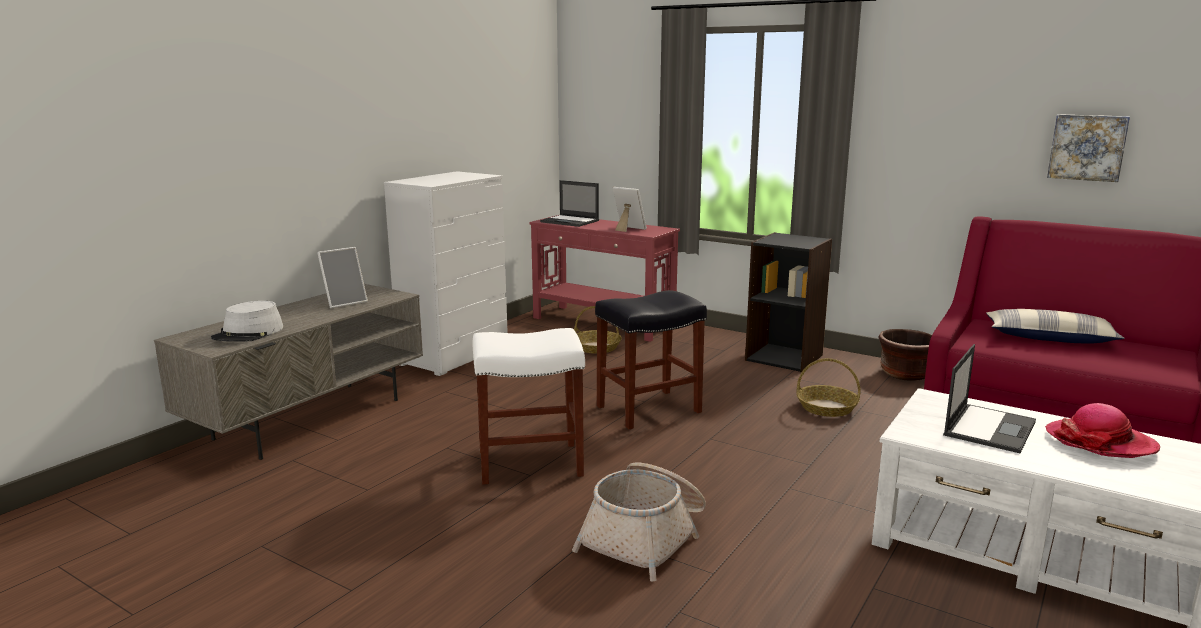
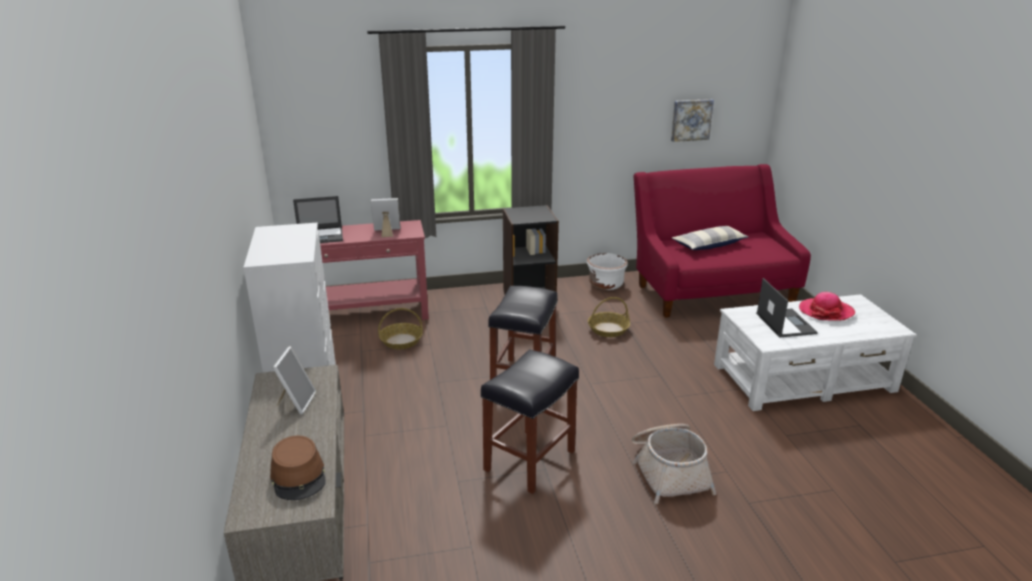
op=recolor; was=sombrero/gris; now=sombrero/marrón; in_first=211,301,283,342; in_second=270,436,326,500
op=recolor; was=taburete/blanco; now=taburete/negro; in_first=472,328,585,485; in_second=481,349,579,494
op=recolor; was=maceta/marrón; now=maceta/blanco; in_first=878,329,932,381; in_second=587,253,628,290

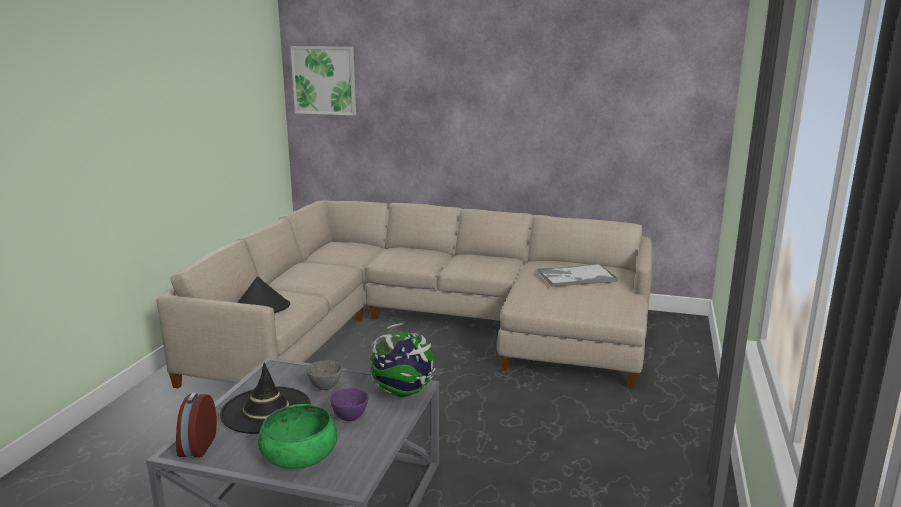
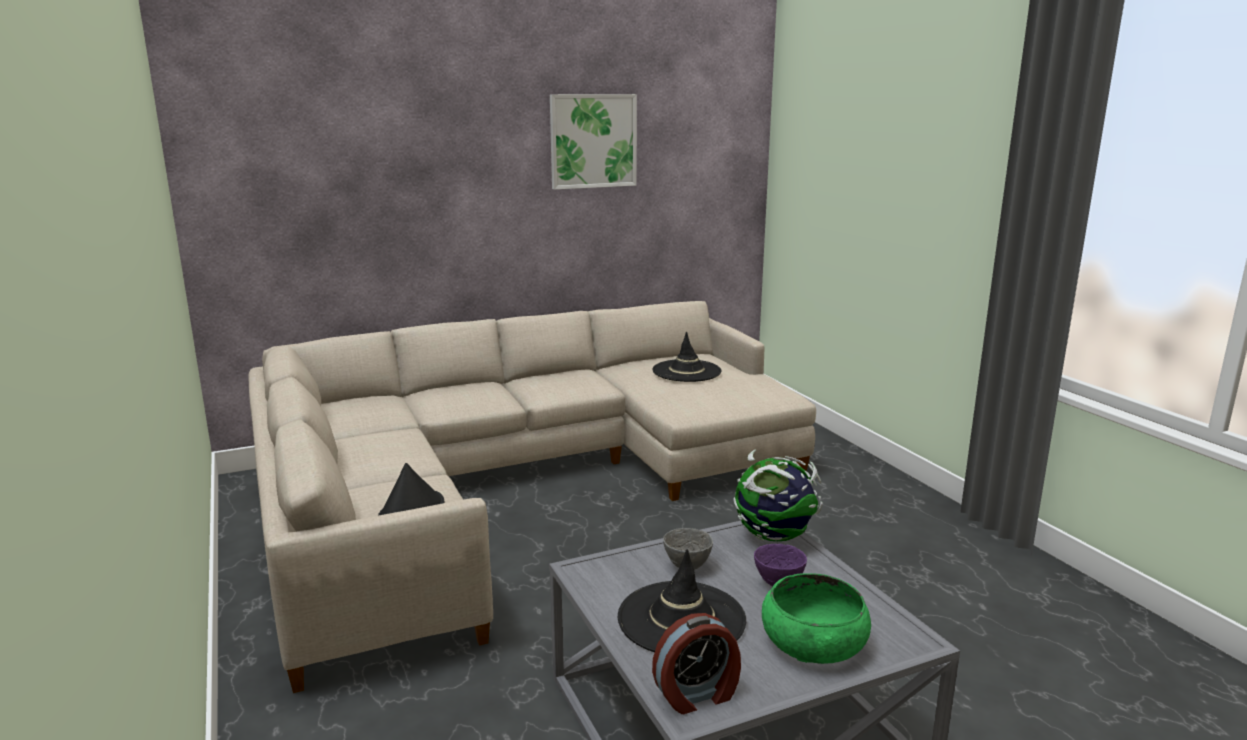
op=rotate; was=despertador; in_first=176,393,217,457; in_second=652,613,741,714; clockwise=-75
op=move; was=cuadro; in_first=290,46,356,116; in_second=550,94,637,190
op=replace; was=bandeja; now=sombrero/negro; in_first=537,264,618,287; in_second=652,331,722,382

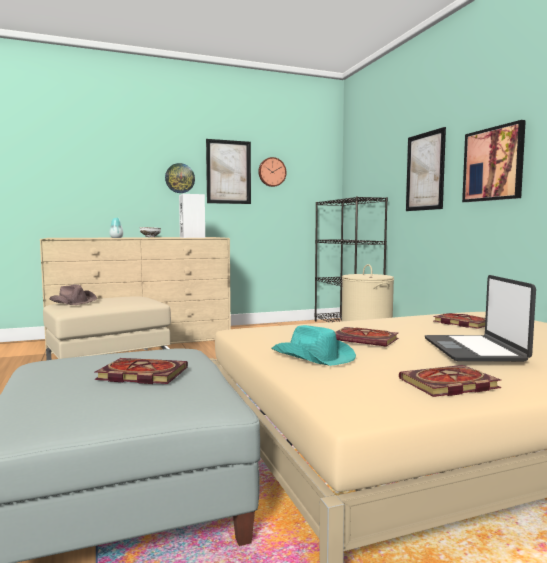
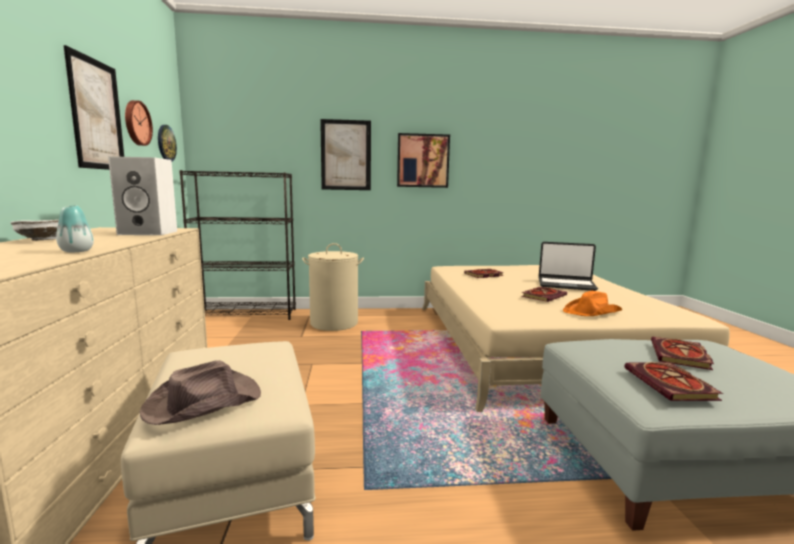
op=move; was=reloj de pared; in_first=165,163,195,193; in_second=158,125,177,162
op=recolor; was=sombrero/turquesa; now=sombrero/naranja; in_first=271,325,356,366; in_second=563,291,623,316
op=move; was=libro; in_first=399,365,501,397; in_second=624,362,723,401

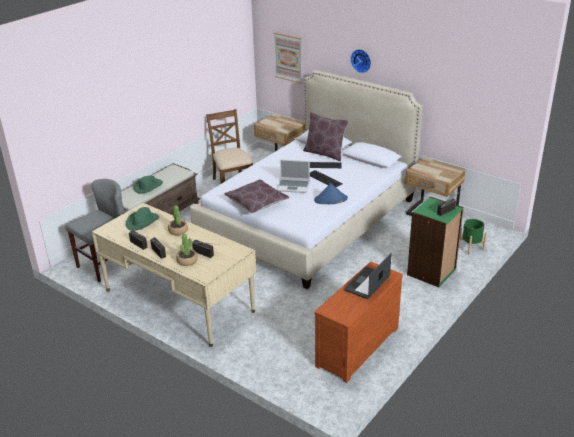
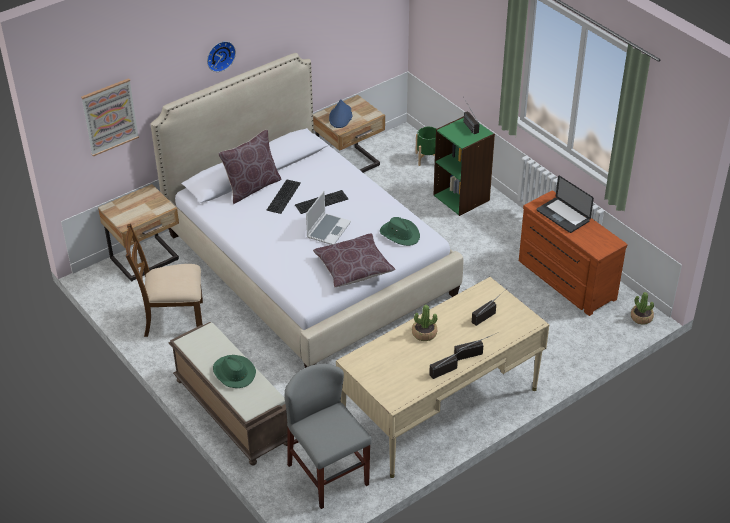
op=move; was=sombrero/verde; in_first=126,207,159,231; in_second=380,217,420,246
op=move; was=planta en maceta; in_first=176,234,198,266; in_second=631,292,654,325
op=move; was=sombrero/azul; in_first=314,183,348,204; in_second=329,99,352,128

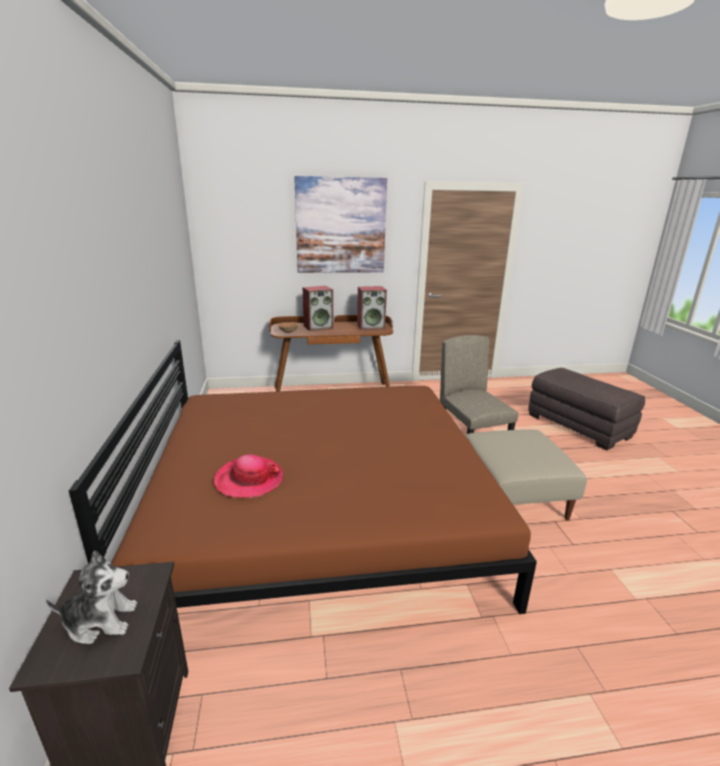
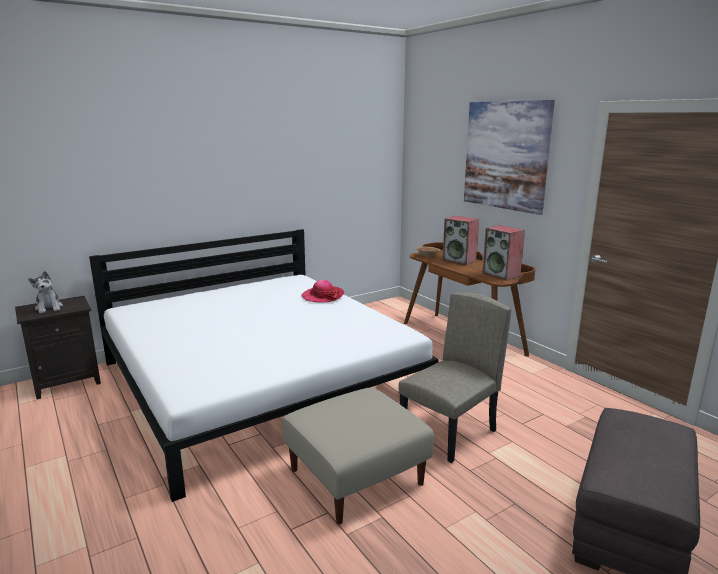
op=recolor; was=cama/marrón; now=cama/blanco; in_first=69,340,537,614; in_second=89,229,439,502
op=move; was=sombrero; in_first=214,454,283,498; in_second=301,280,344,302

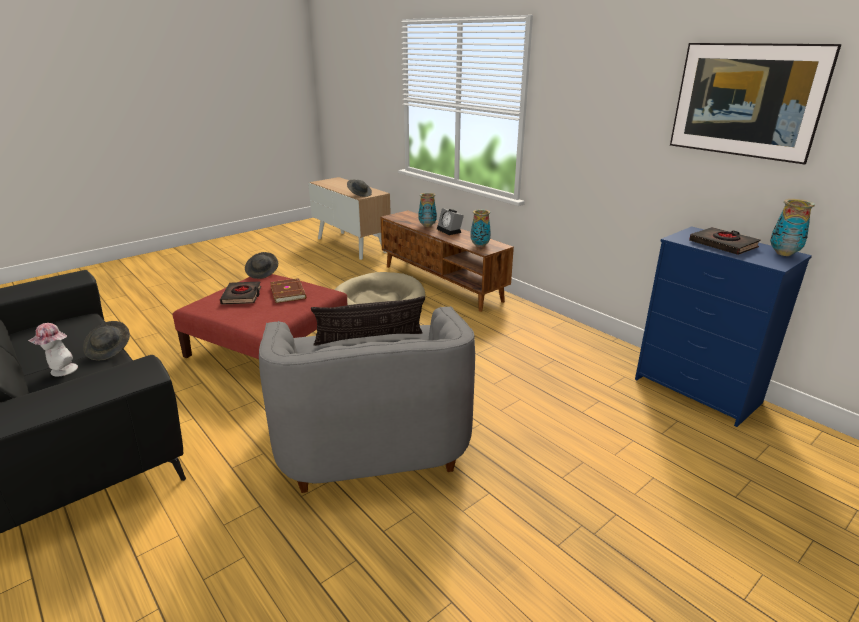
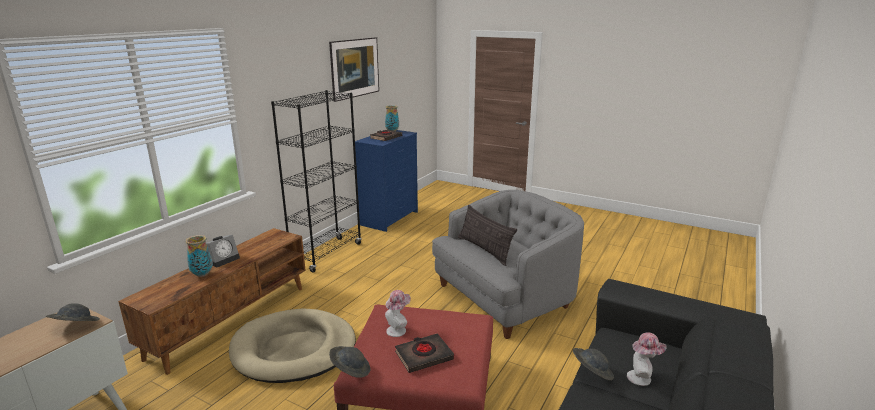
op=replace; was=libro/marrón; now=sombrero; in_first=270,278,306,303; in_second=385,290,411,337
op=delete; was=florero; in_first=470,209,491,247
op=insert; now=estantería/negro; in_second=271,90,362,273

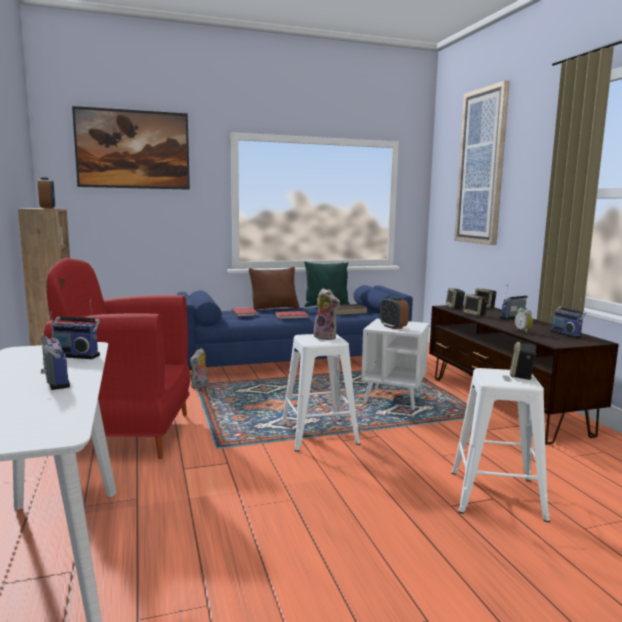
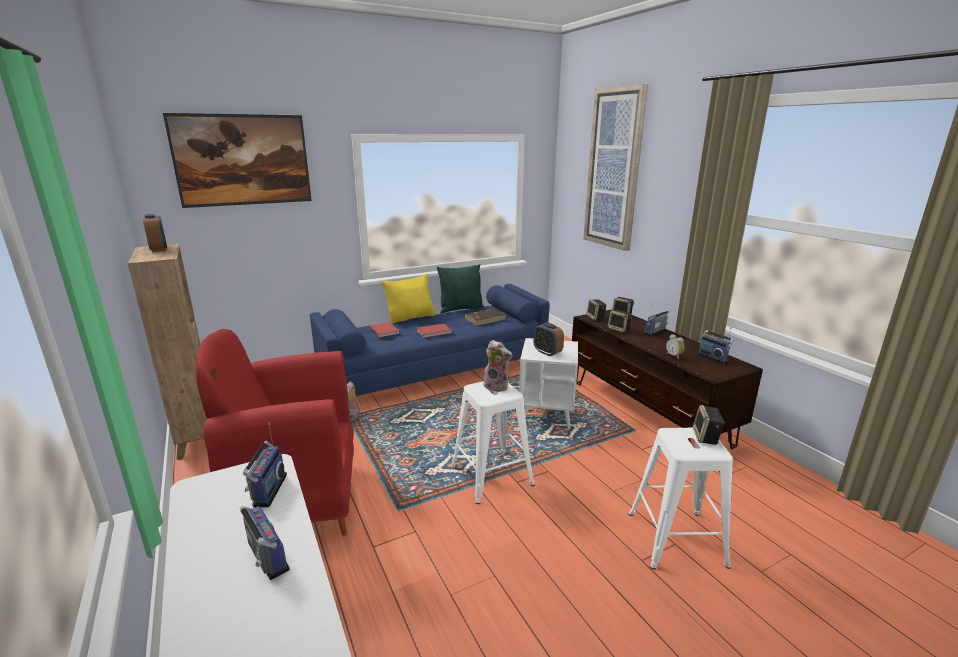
op=rotate; was=radio; in_first=52,300,100,359; in_second=243,423,287,507; clockwise=-90
op=recolor; was=cojín/marrón; now=cojín/amarillo; in_first=249,267,299,310; in_second=382,274,436,324

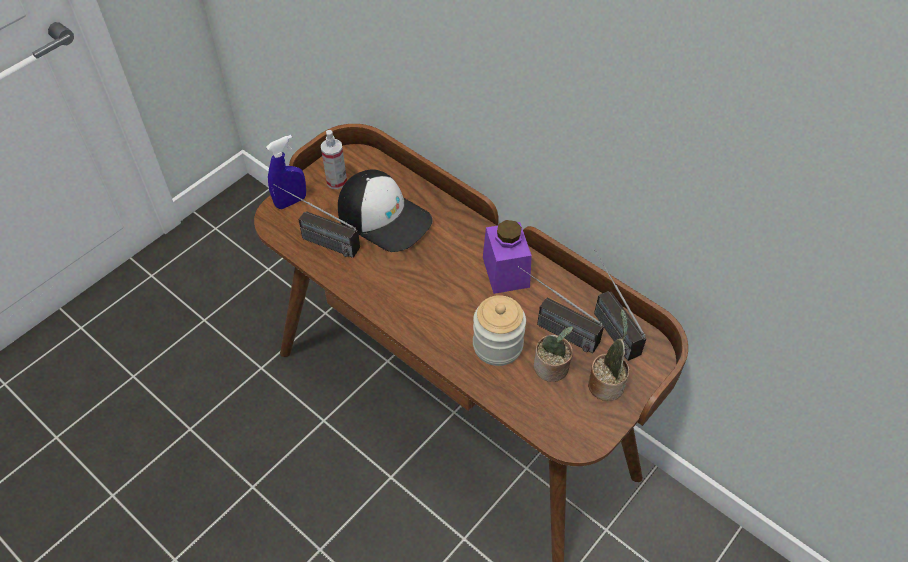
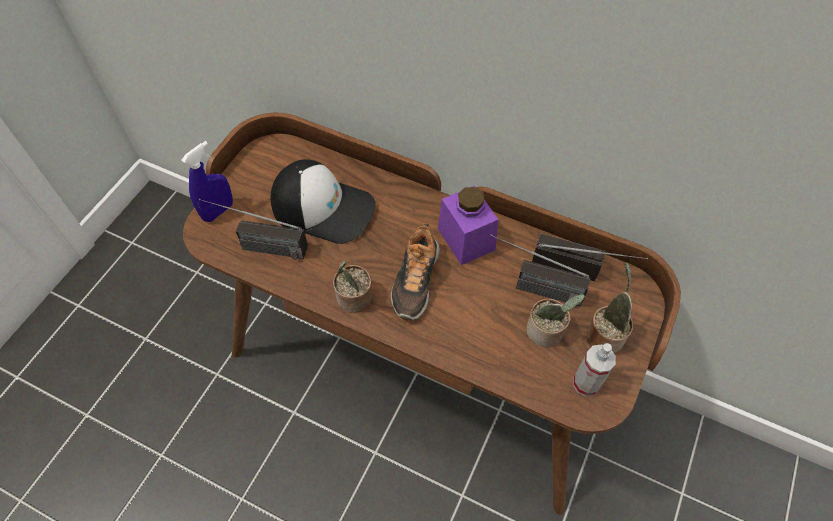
op=move; was=pulverizador; in_first=321,130,347,189; in_second=573,343,616,397
op=delete; was=tarro; in_first=473,295,526,366
op=rotate; was=radio; in_first=594,250,646,361; in_second=532,233,648,281; clockwise=150
op=insert; now=planta en maceta; in_second=333,261,373,313
op=insert; now=zapato; in_second=391,224,440,320

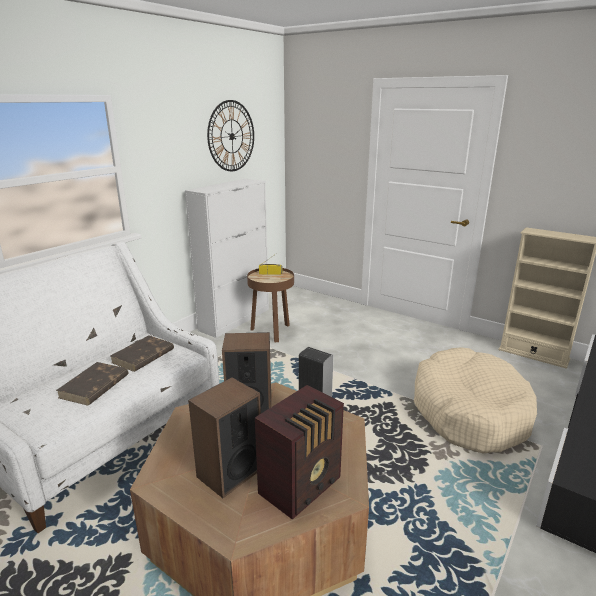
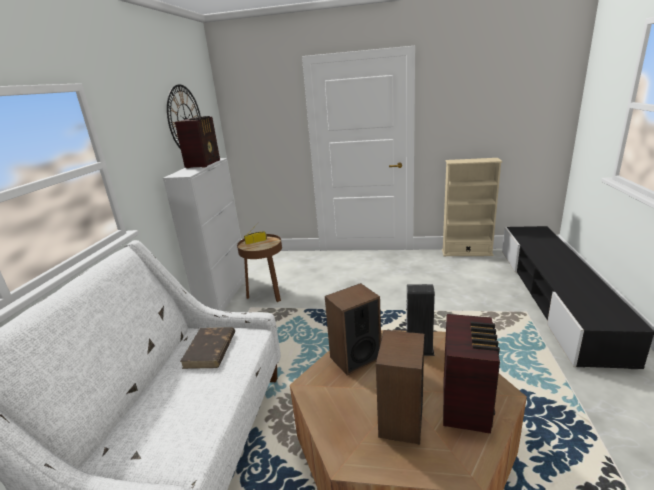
op=delete; was=libro/marrón; in_first=56,362,129,405
op=delete; was=cama para perro/beis; in_first=414,347,537,454
op=insert; now=radio; in_second=175,116,220,168

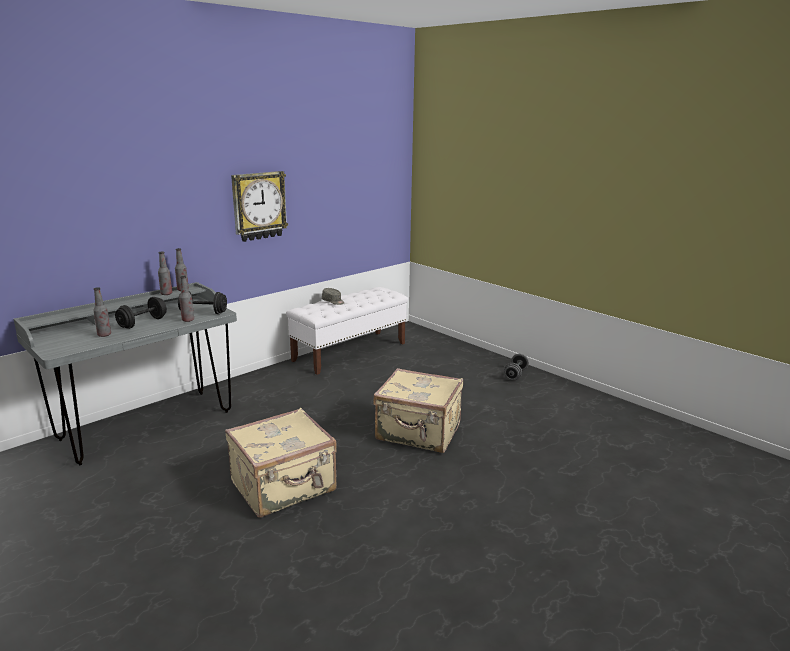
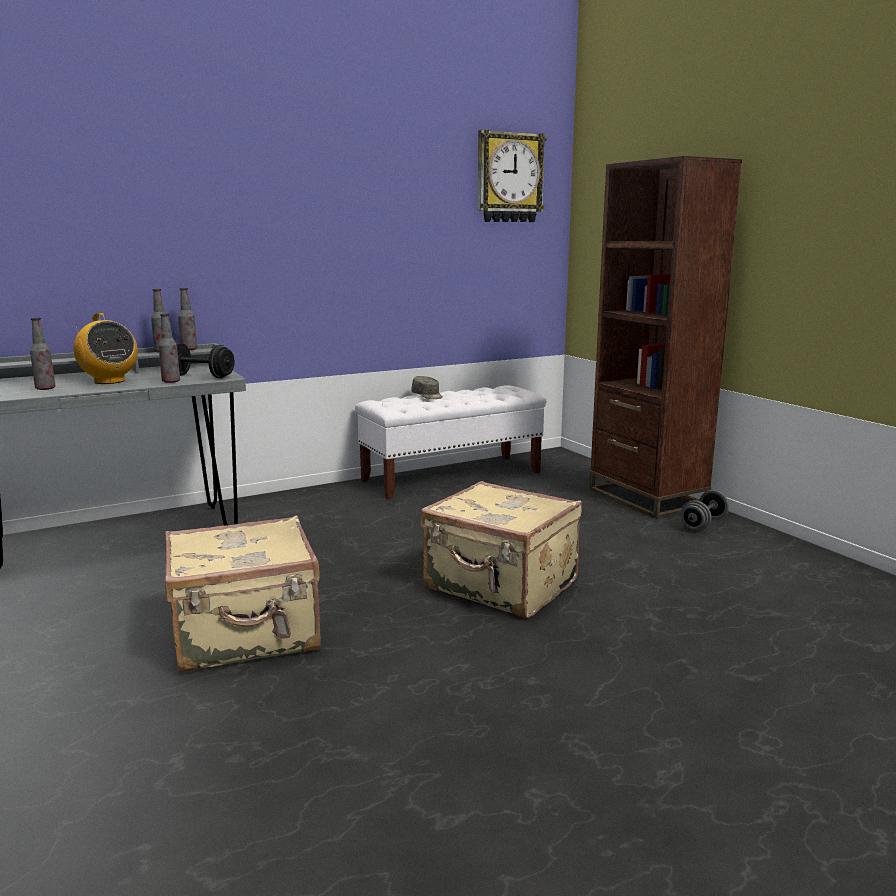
op=replace; was=mancuerna/negro; now=radio; in_first=115,297,167,329; in_second=73,313,138,384
op=move; was=reloj de pared; in_first=231,171,288,242; in_second=478,130,547,222
op=insert; now=estantería/marrón; in_second=589,156,742,519

